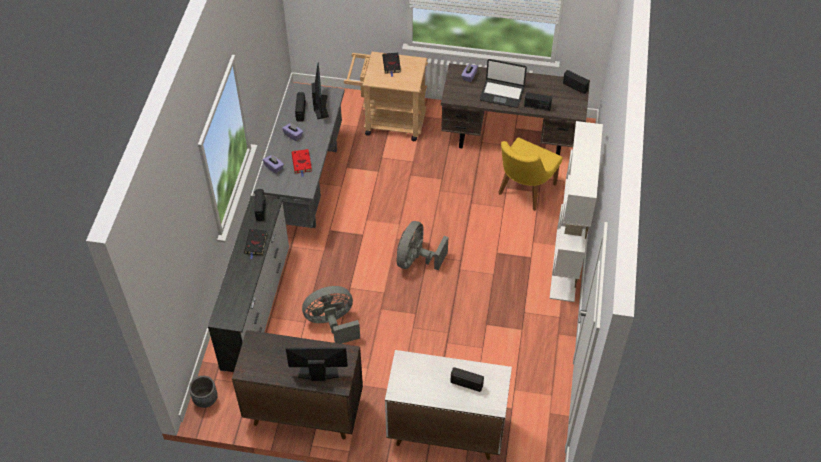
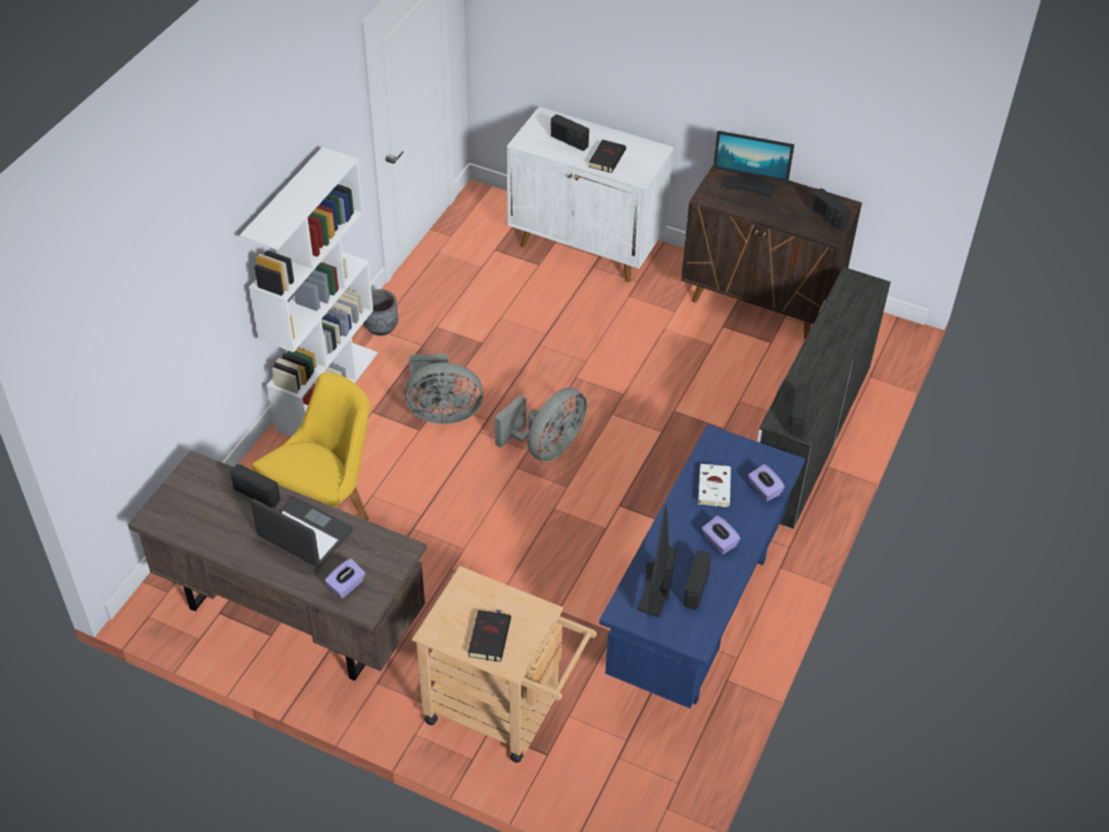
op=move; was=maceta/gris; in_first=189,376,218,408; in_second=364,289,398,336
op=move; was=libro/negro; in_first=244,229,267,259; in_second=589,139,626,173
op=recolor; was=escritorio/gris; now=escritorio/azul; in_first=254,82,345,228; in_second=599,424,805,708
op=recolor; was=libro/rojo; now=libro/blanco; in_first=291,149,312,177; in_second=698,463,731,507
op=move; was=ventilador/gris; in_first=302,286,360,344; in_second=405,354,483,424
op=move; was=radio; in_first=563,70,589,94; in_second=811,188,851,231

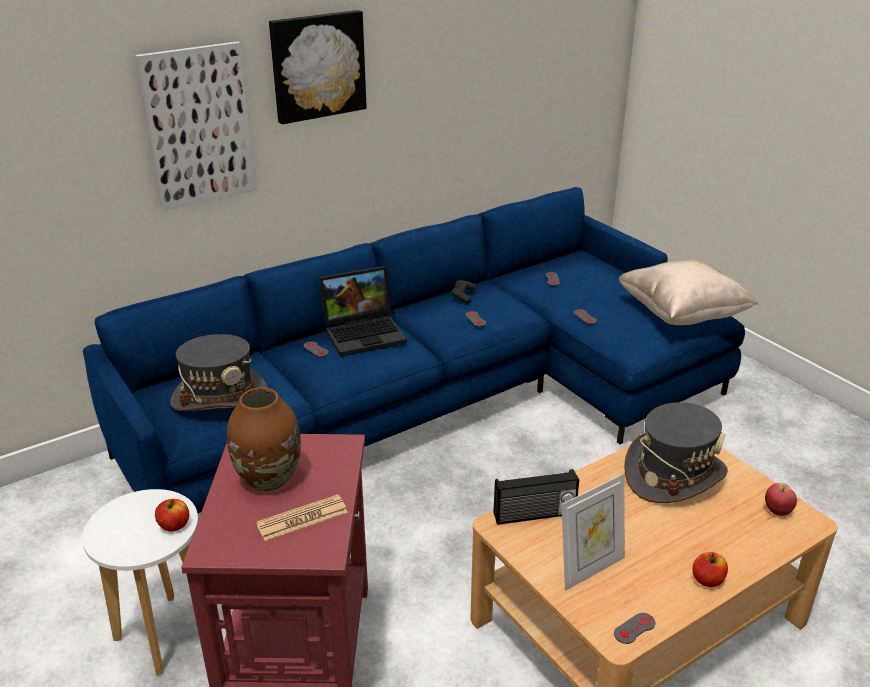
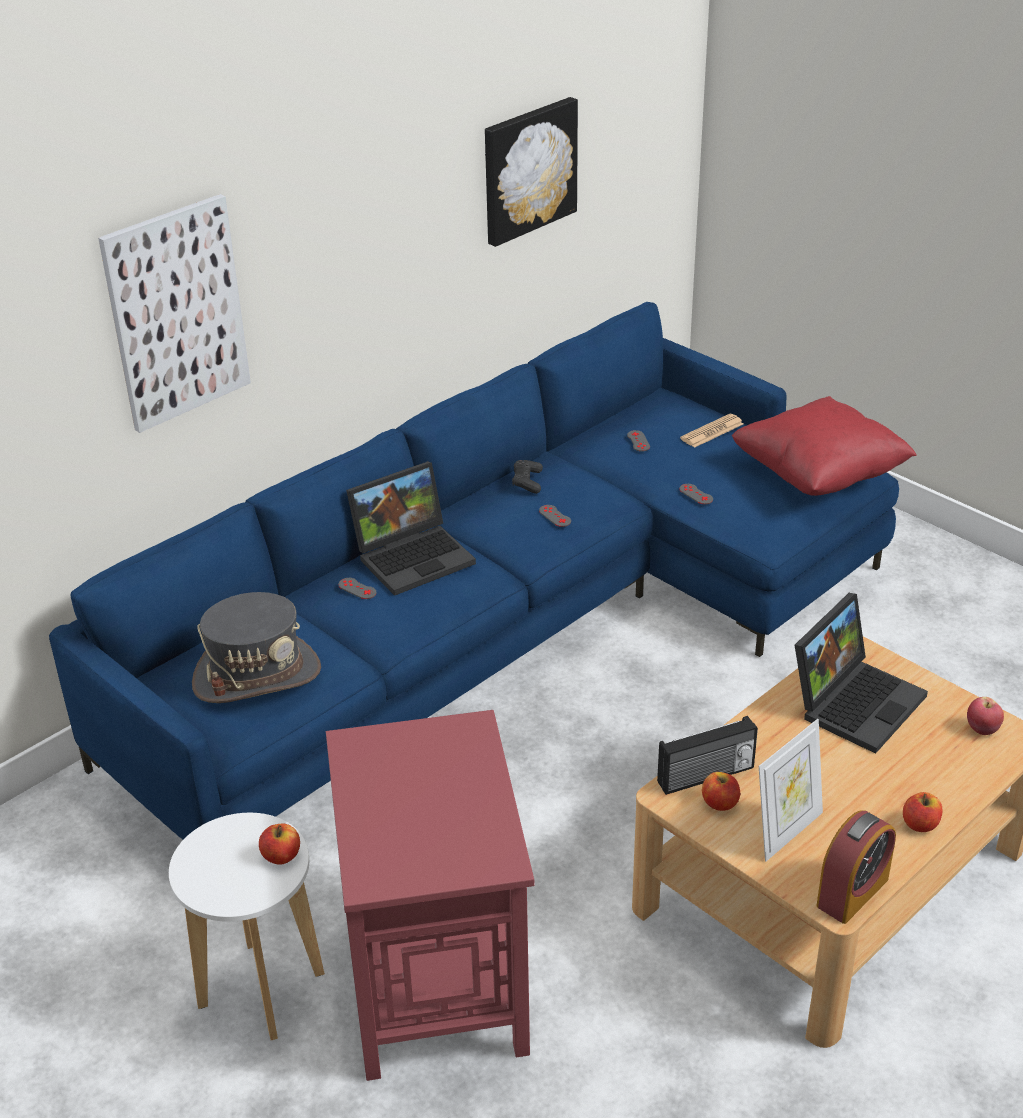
op=delete; was=florero/marrón; in_first=227,387,301,491
op=move; was=periódico; in_first=256,494,348,541; in_second=680,414,743,448
op=move; was=cuadro; in_first=269,10,367,124; in_second=485,97,578,247
op=replace; was=mando de consola/gris; now=despertador; in_first=614,613,656,644; in_second=816,810,896,924
op=recolor; was=cojín/beis; now=cojín/rojo; in_first=619,259,759,325; in_second=732,396,917,496
op=replace; was=sombrero/gris; now=portátil; in_first=624,402,728,503; in_second=795,593,928,754
op=insert; now=manzana; in_second=702,772,740,811

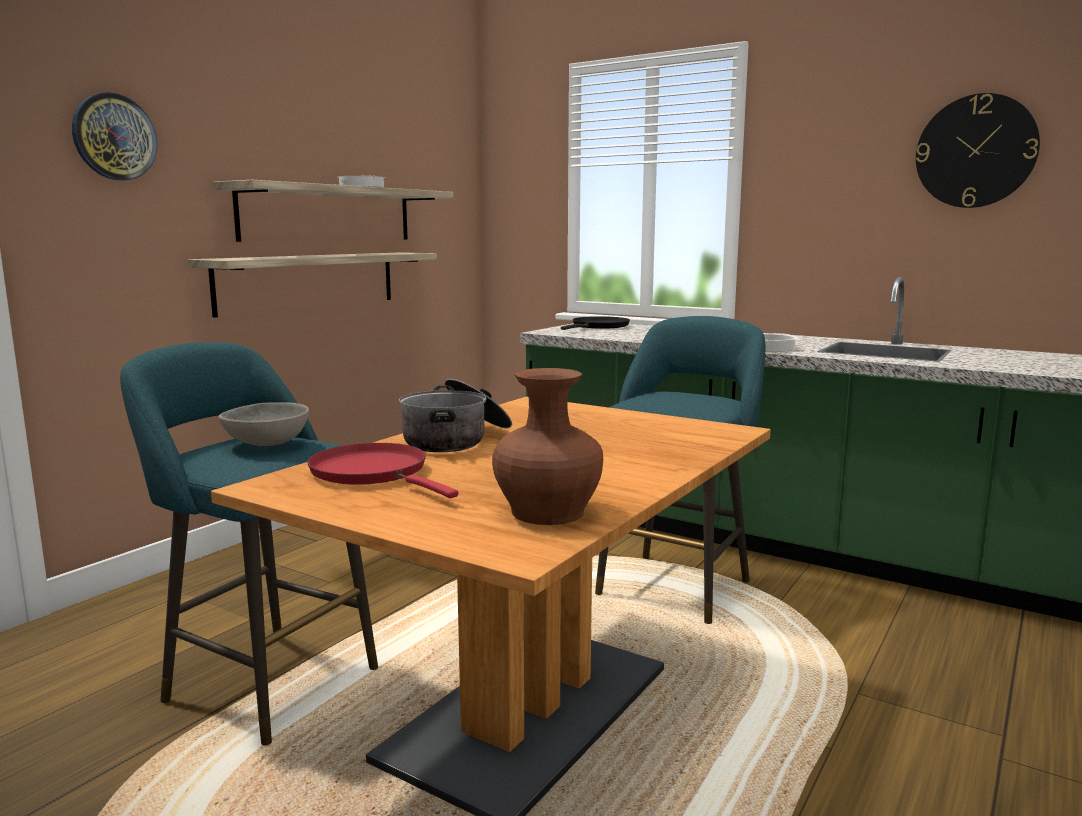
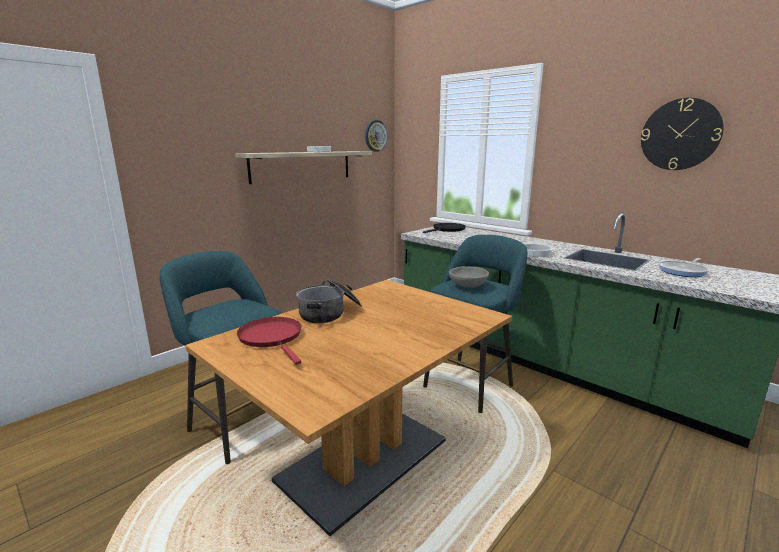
op=move; was=reloj de pared; in_first=72,92,157,181; in_second=365,120,388,152
op=delete; was=estante; in_first=188,252,437,318
op=move; was=cuenco/gris; in_first=218,402,309,446; in_second=449,266,489,288
op=delete; was=florero/marrón; in_first=492,368,603,525
op=insert; now=sartén; in_second=659,258,709,277

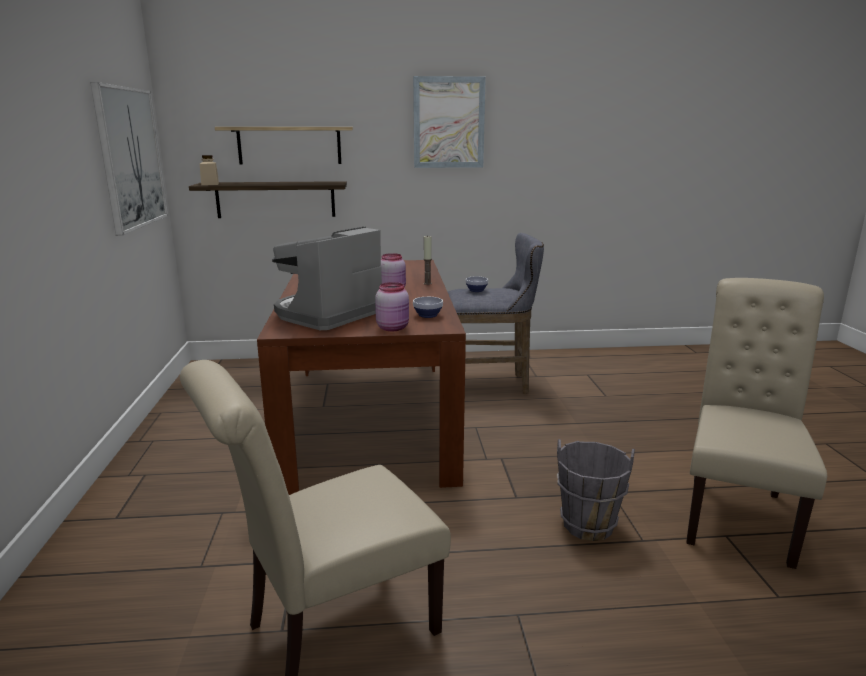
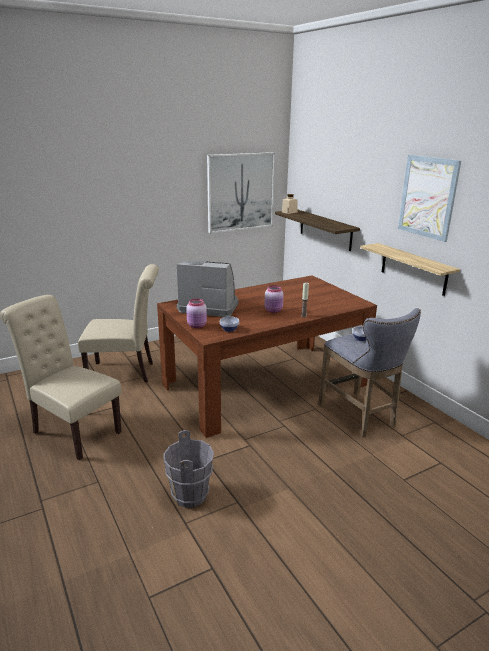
op=move; was=estante; in_first=215,127,353,165; in_second=360,243,460,296
op=move; was=silla/beis; in_first=686,278,827,569; in_second=78,264,159,382

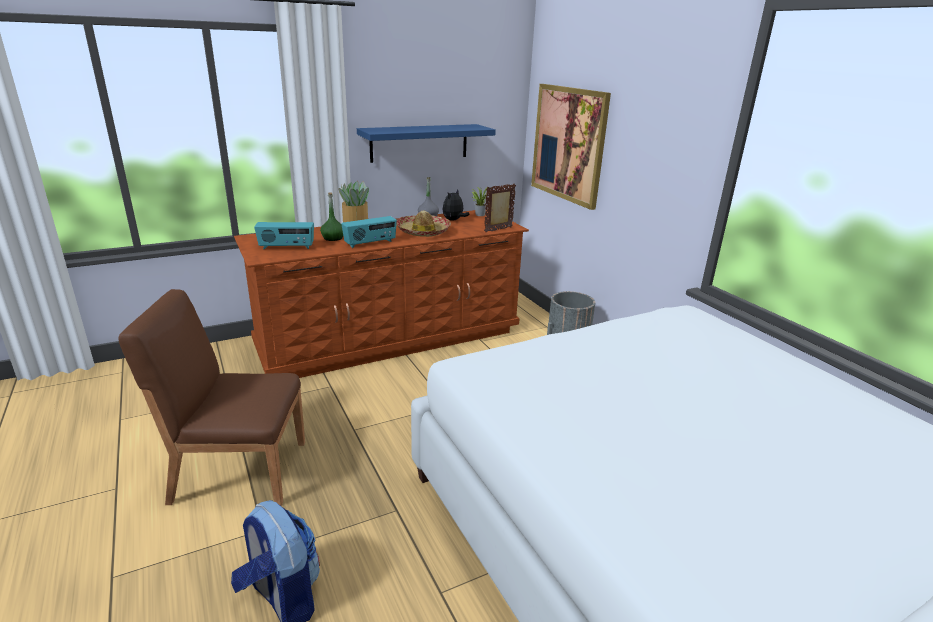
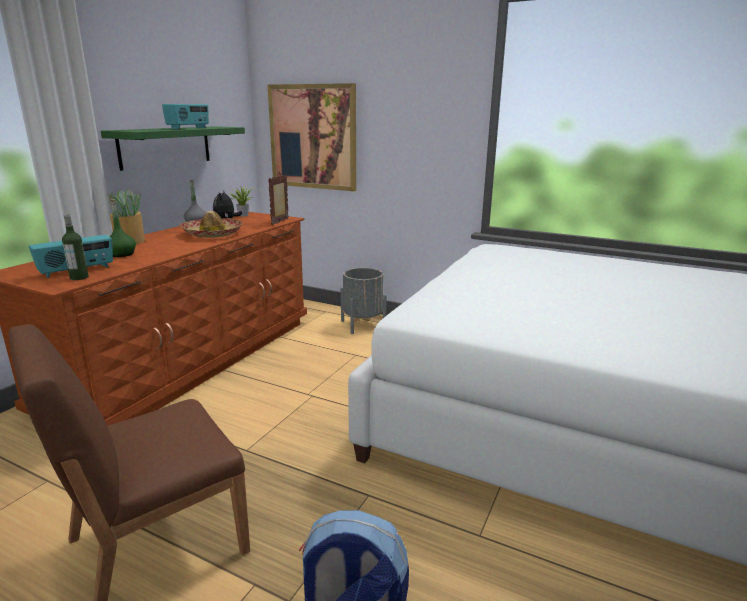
op=move; was=radio; in_first=341,216,397,248; in_second=162,104,209,129
op=recolor; was=estante/azul; now=estante/verde; in_first=357,124,496,163; in_second=101,126,245,171
op=insert; now=botella; in_second=62,214,89,280

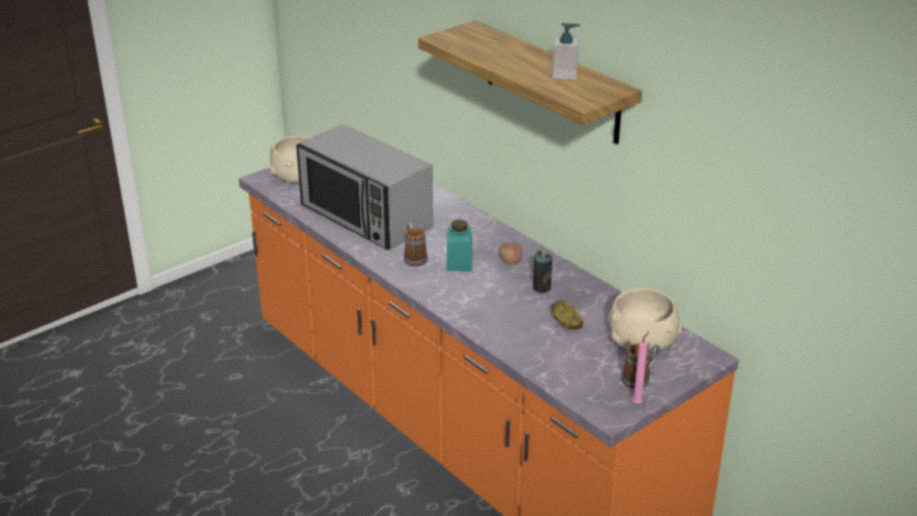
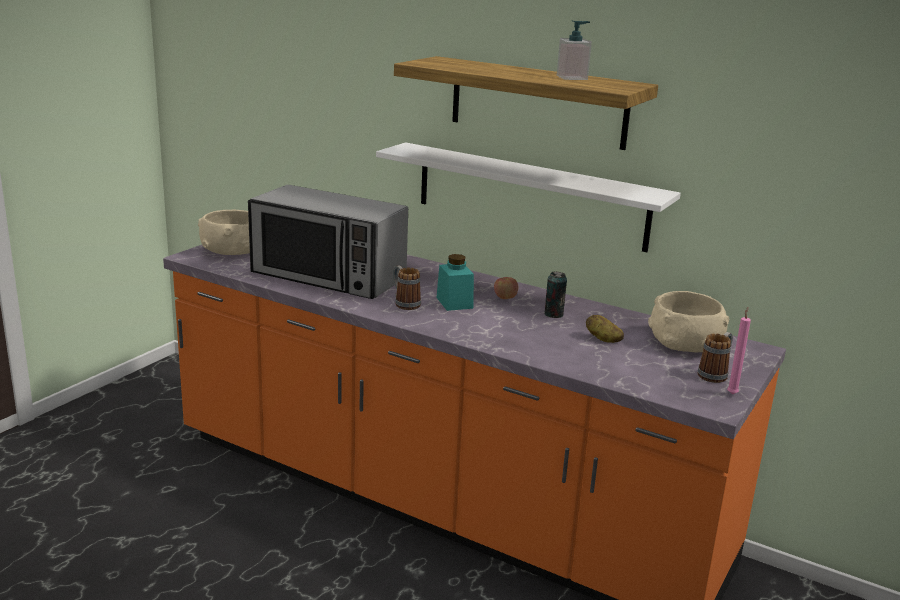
op=insert; now=estante/blanco; in_second=376,142,681,252

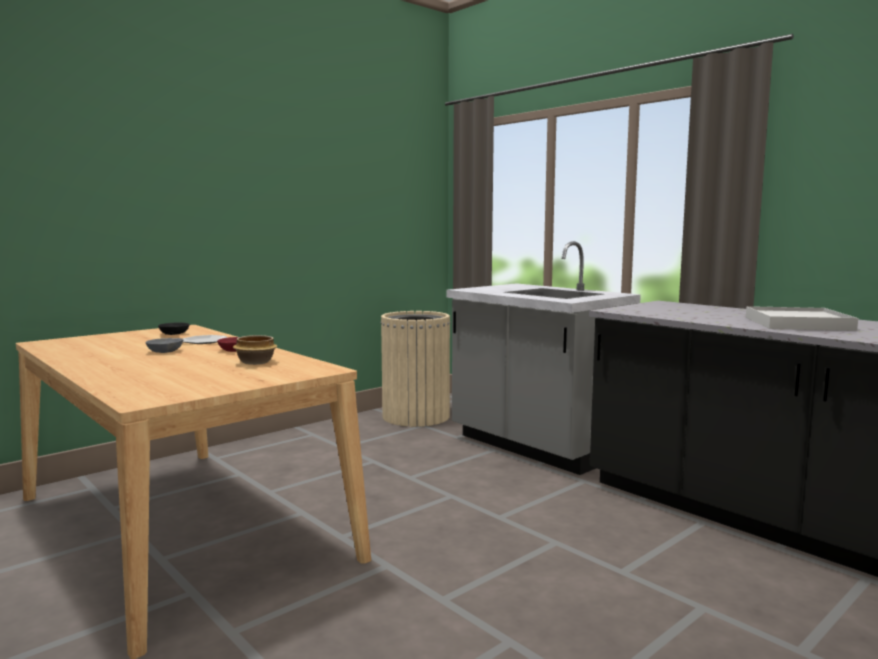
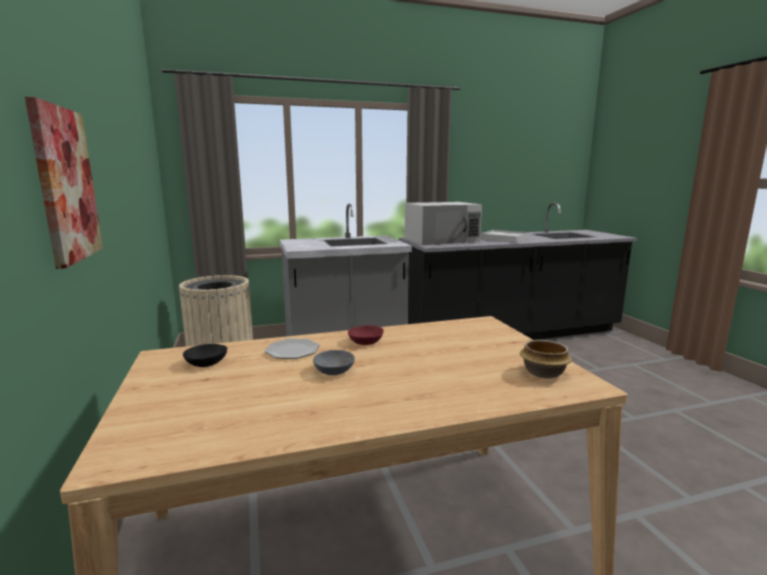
op=move; was=cuenco; in_first=233,335,277,365; in_second=520,340,572,379
op=insert; now=cuadro; in_second=25,97,103,269
op=insert; now=microondas/blanco; in_second=405,202,482,245

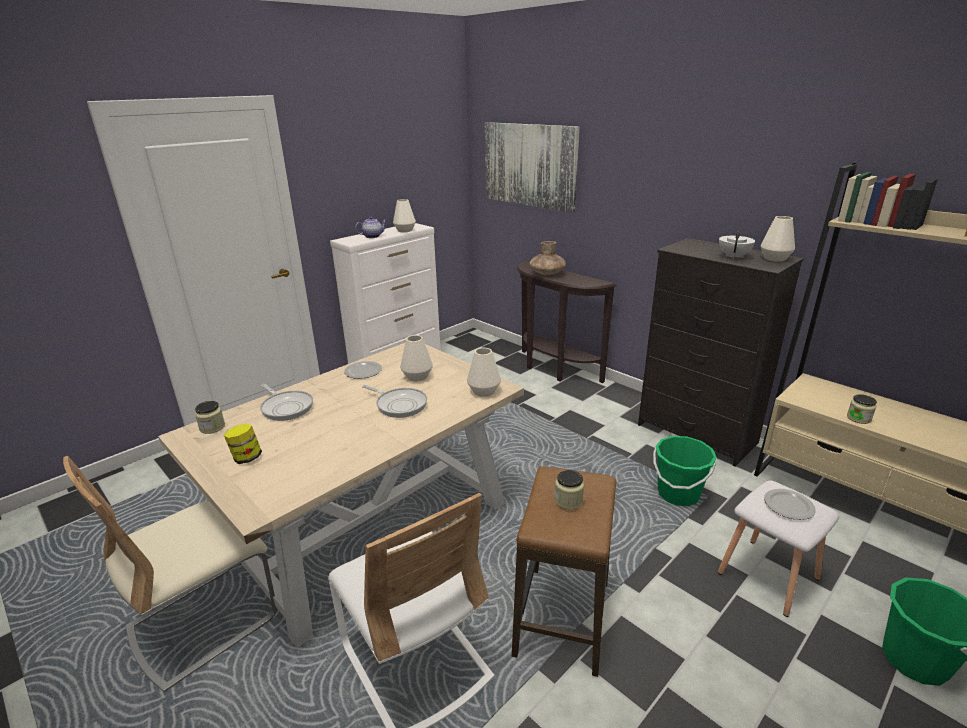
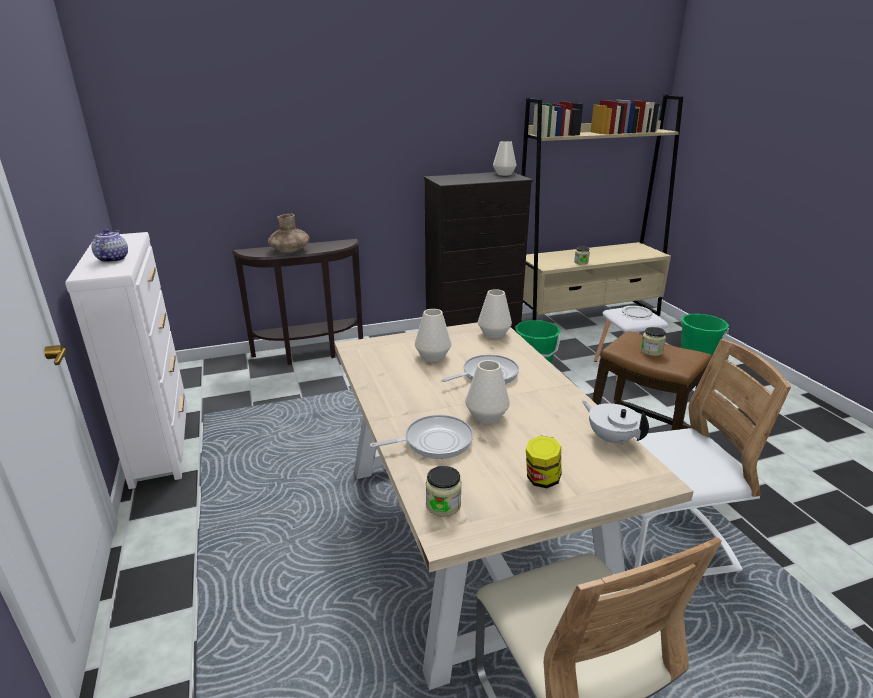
op=delete; was=plato; in_first=344,361,382,379
op=move; was=florero/blanco; in_first=393,199,416,232; in_second=465,360,510,424
op=delete; was=cuadro; in_first=485,122,580,213
op=move; was=tetera/blanco; in_first=719,232,755,259; in_second=582,401,649,445

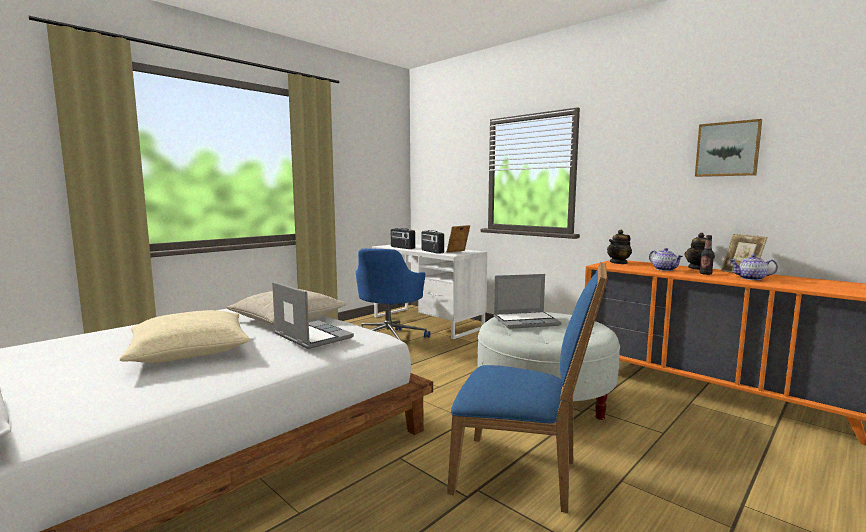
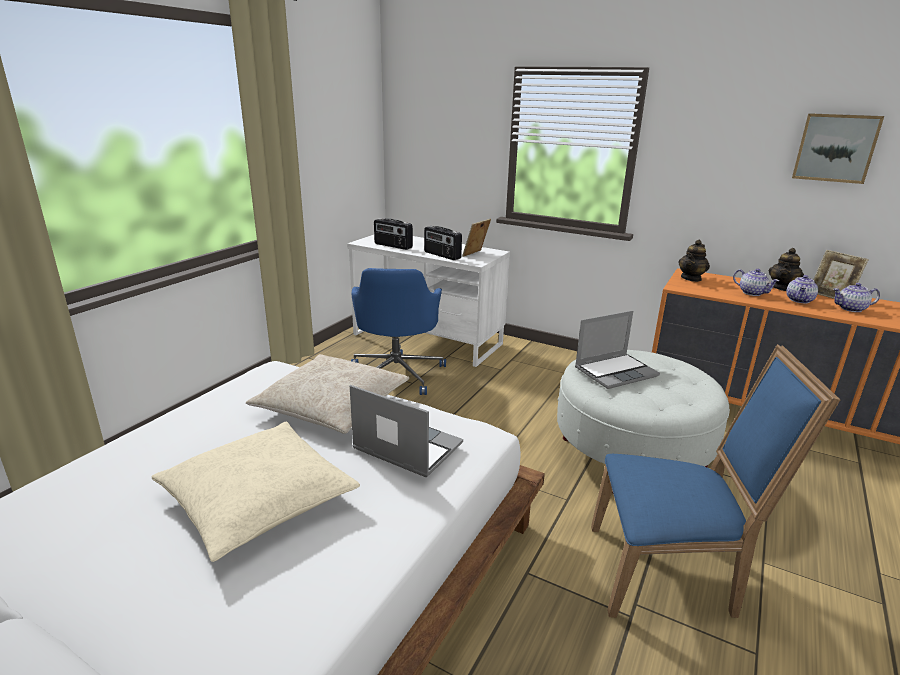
op=replace; was=botella; now=tetera; in_first=700,235,714,275; in_second=786,275,818,303

